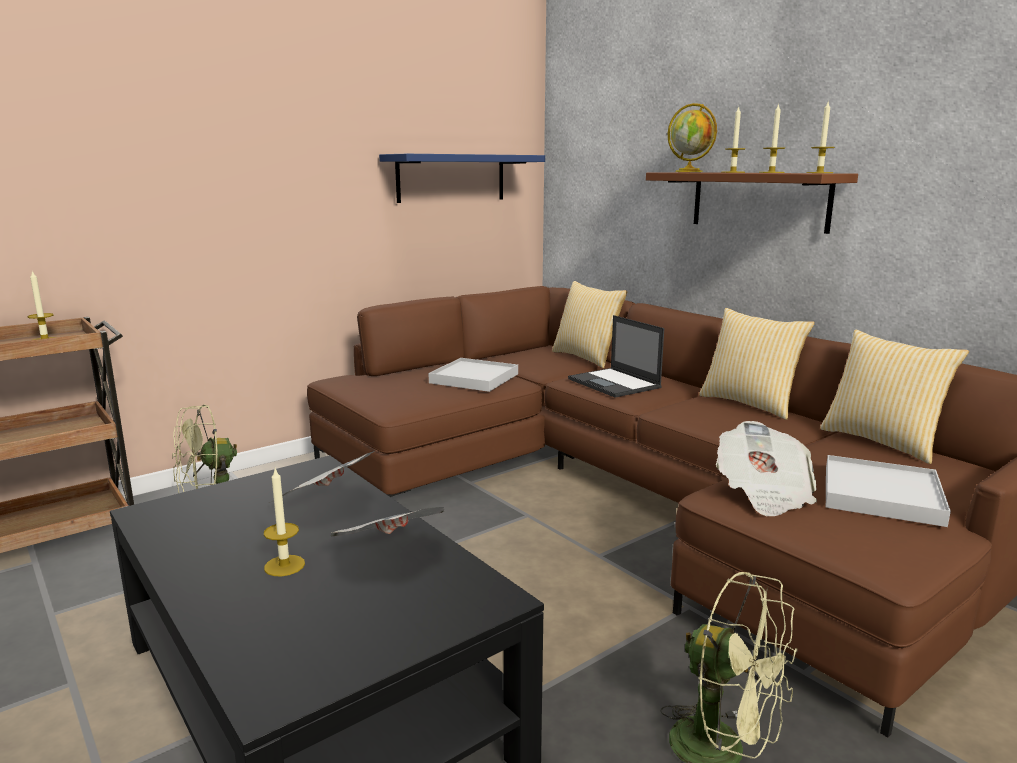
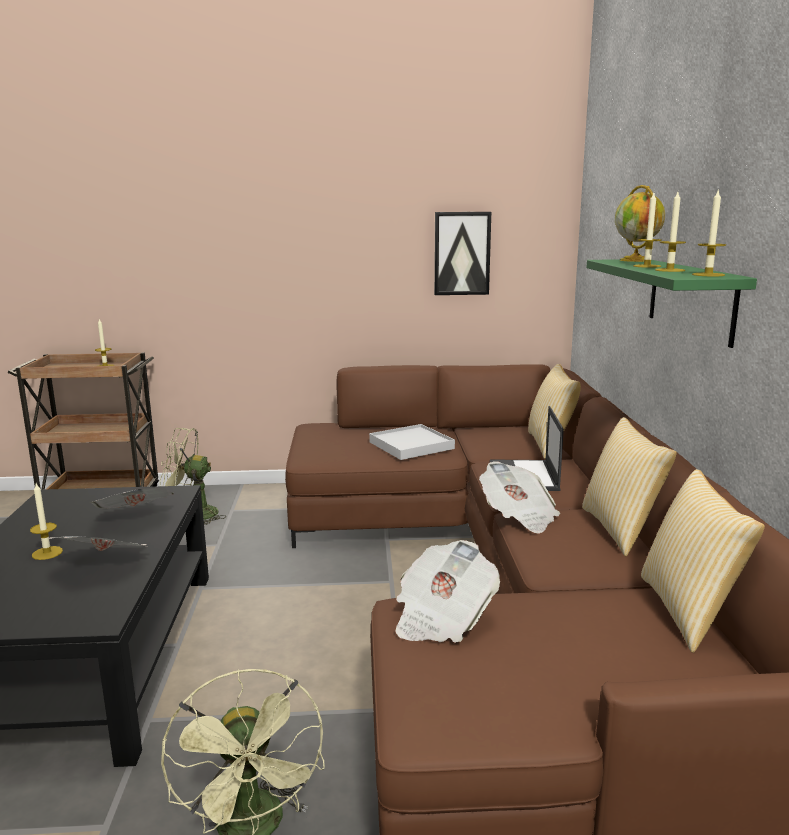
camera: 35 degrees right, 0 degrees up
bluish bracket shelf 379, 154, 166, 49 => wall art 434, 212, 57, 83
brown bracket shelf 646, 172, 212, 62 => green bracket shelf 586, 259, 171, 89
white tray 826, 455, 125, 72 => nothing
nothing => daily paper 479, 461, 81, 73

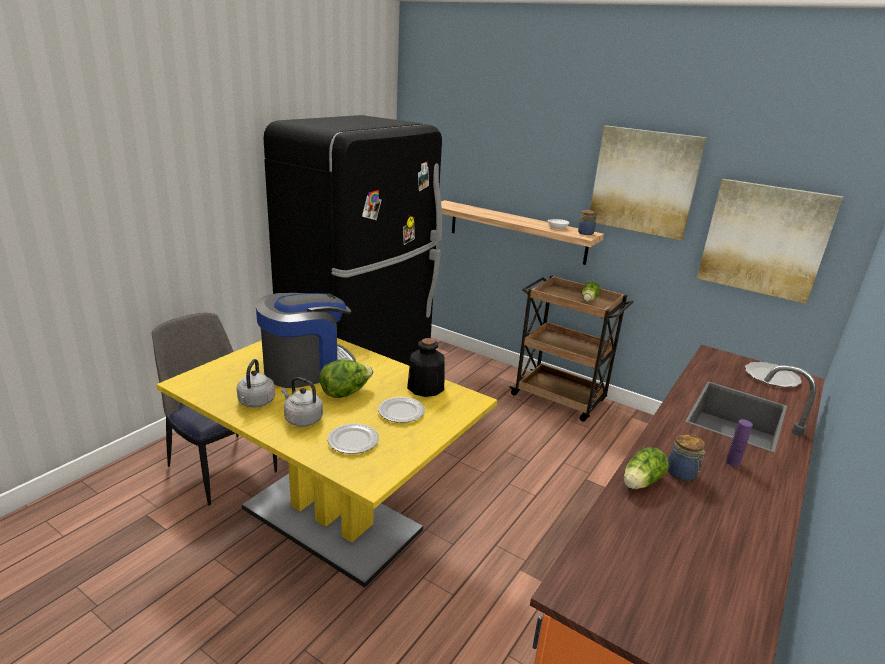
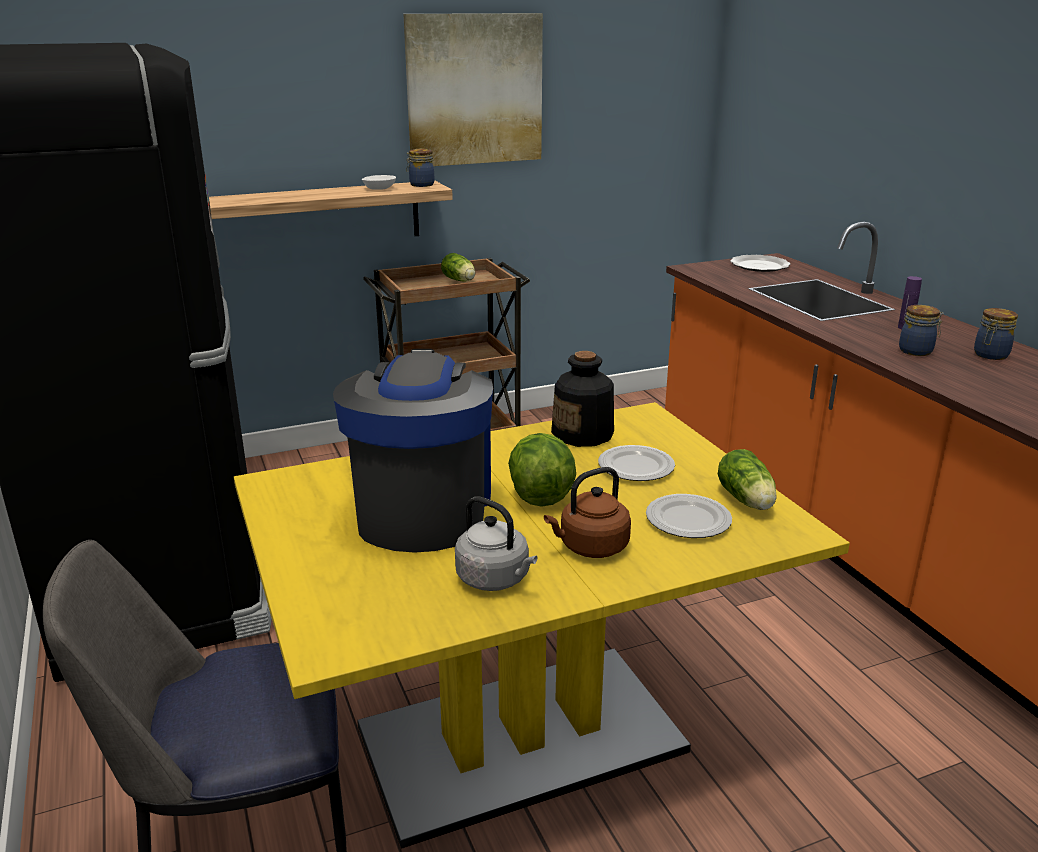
camera: 55 degrees left, 0 degrees up
gray tea kettle 281, 377, 42, 50 => brown tea kettle 544, 467, 87, 91
head of lettuce 624, 447, 45, 42 => head of lettuce 718, 449, 59, 61, moved
wall art 697, 179, 146, 125 => nothing
nothing => preserve jar 974, 308, 44, 52

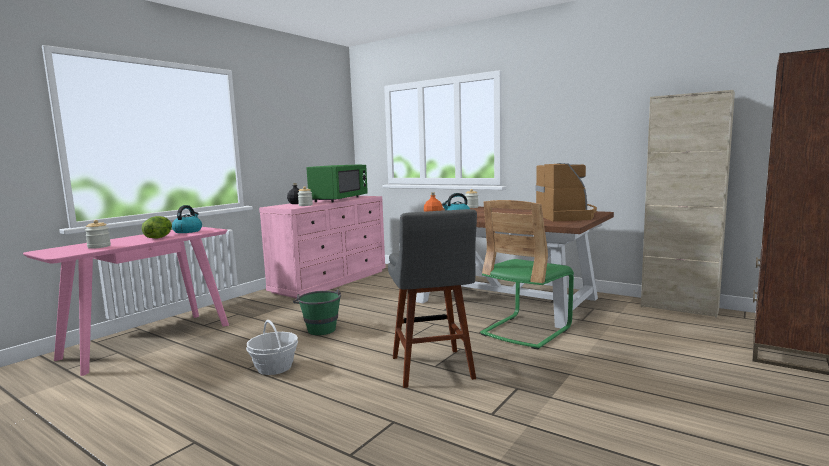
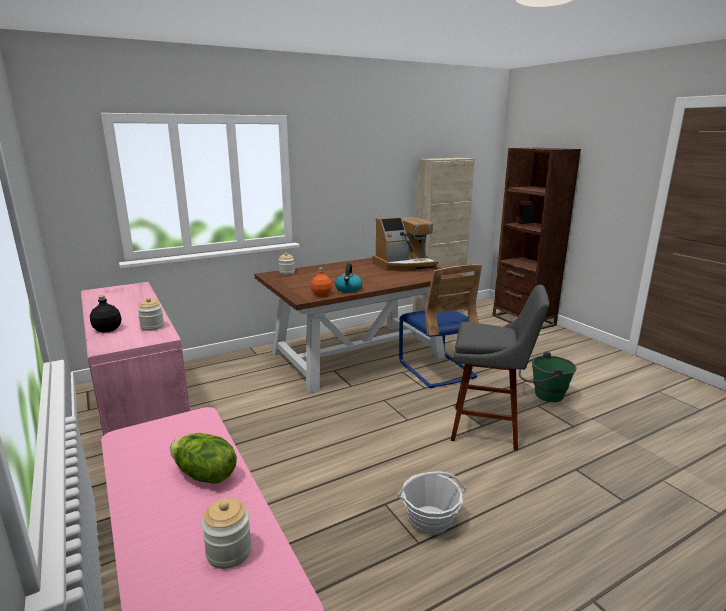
camera: 65 degrees left, 10 degrees up
tea kettle 172, 205, 30, 28 => nothing
green bucket 293, 288, 48, 47 => green bucket 518, 351, 59, 51, moved
green kitchen microwave 307, 164, 61, 38 => nothing
green chair 480, 200, 94, 150 => bluish chair 399, 265, 83, 123
coffee machine 535, 163, 62, 59 => coffee machine 373, 217, 66, 54, 135 degrees clockwise

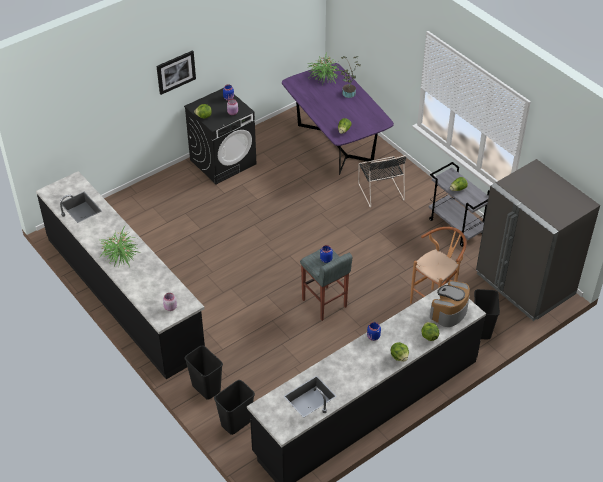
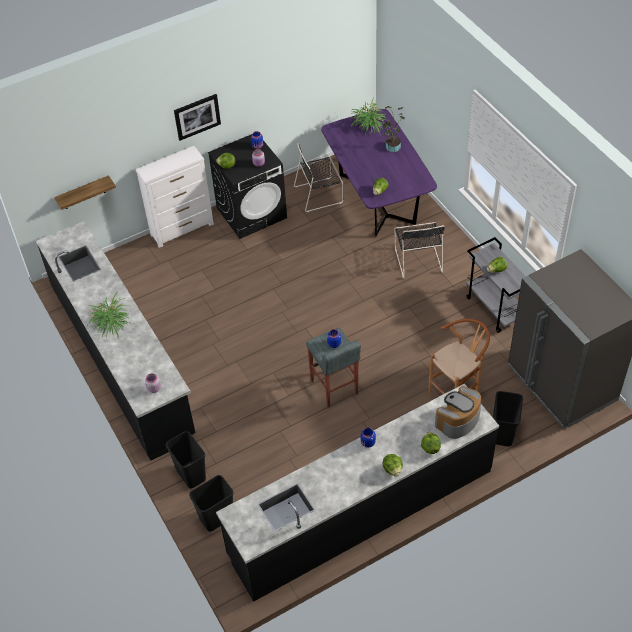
camera: 10 degrees right, 5 degrees up
nothing => bracket shelf 54, 175, 62, 35
nothing => white drawer chest 136, 146, 78, 102
nothing => black chair 294, 144, 49, 68

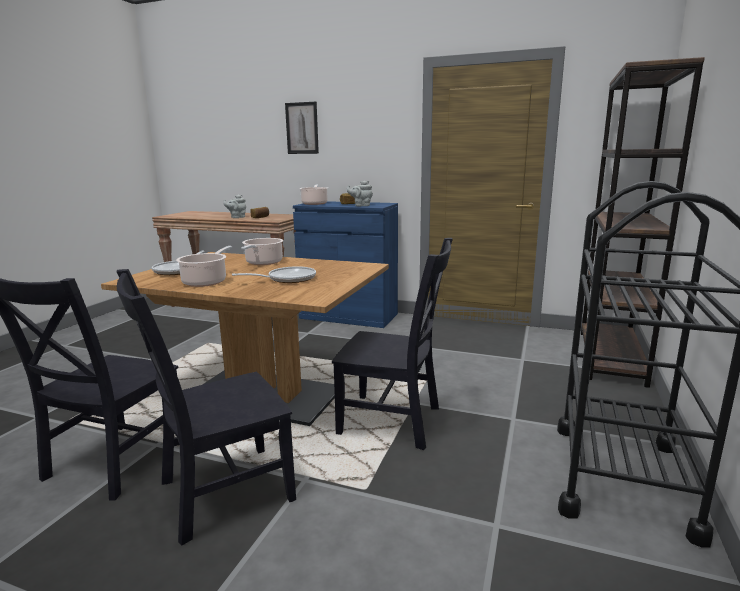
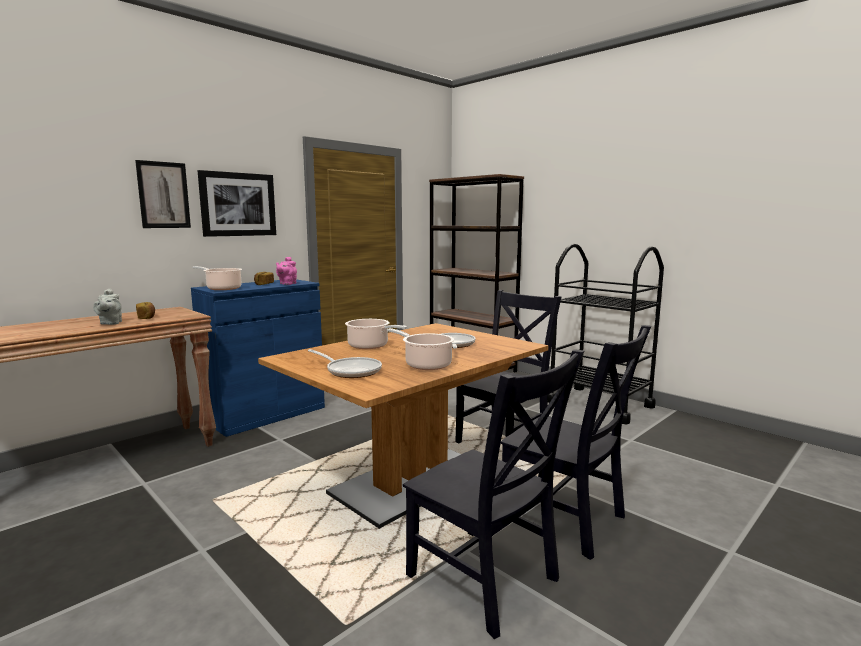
camera: 65 degrees left, 5 degrees down
black chair 116, 269, 180, 277 => black chair 500, 325, 151, 235, 45 degrees counterclockwise
gray pot for tea 346, 181, 27, 25 => pink pot for tea 276, 257, 21, 28
nothing => wall art 197, 170, 79, 67

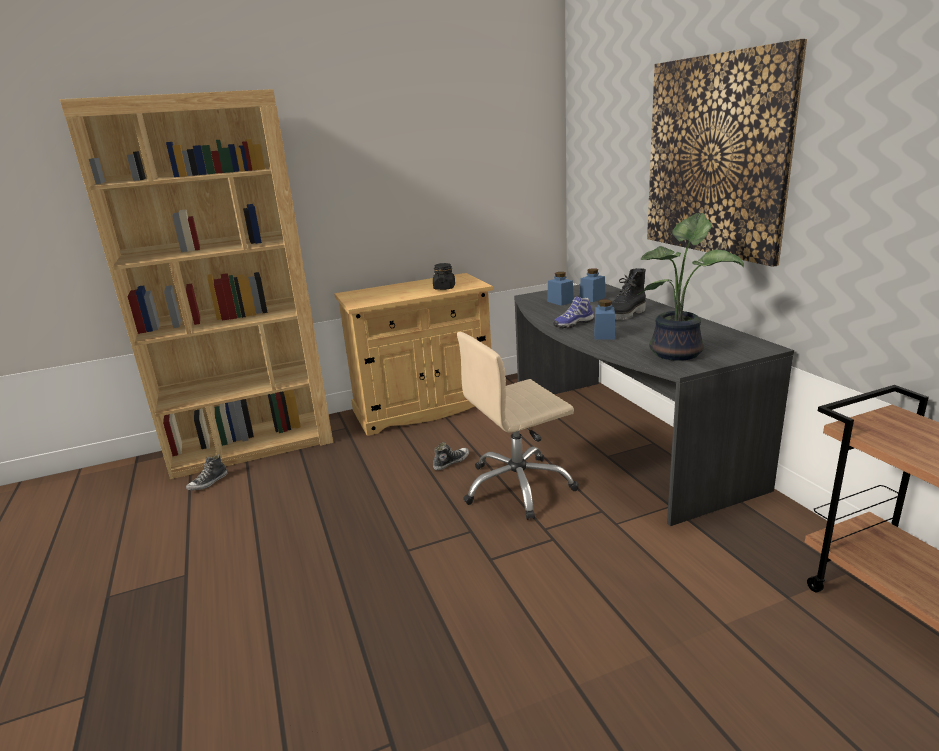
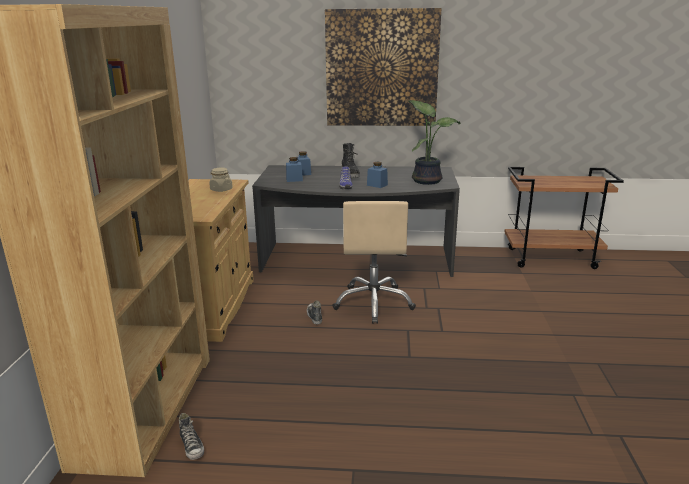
camera: 65 degrees left, 0 degrees up
black preserve jar 433, 263, 22, 27 => beige-coloured preserve jar 209, 168, 24, 24

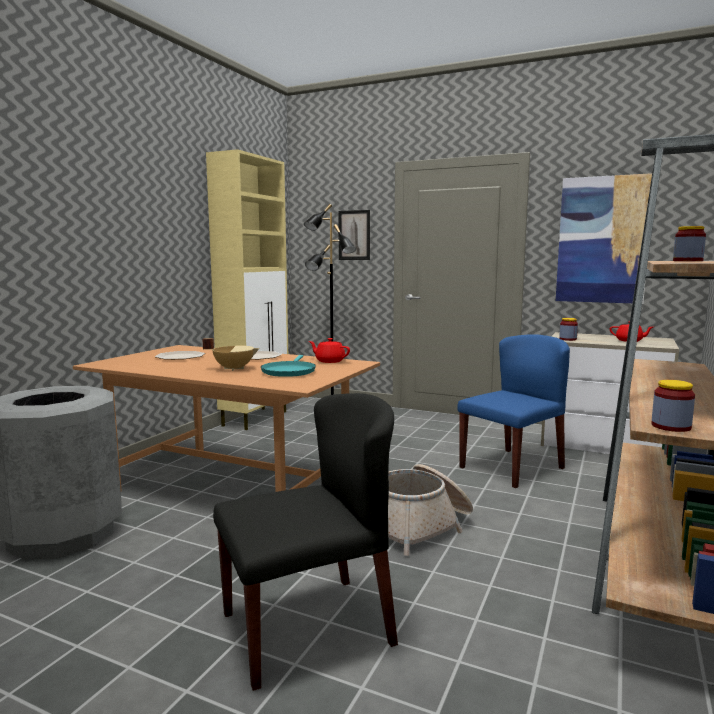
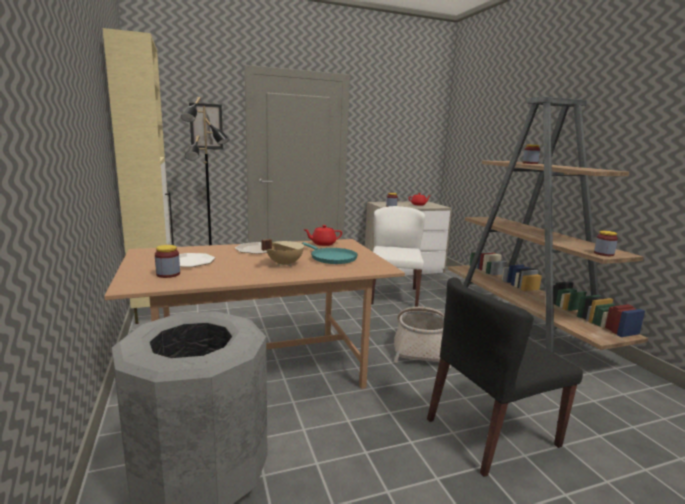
camera: 45 degrees left, 5 degrees up
black chair 213, 393, 185, 298 => black chair 427, 277, 156, 200, 135 degrees counterclockwise
bluish chair 457, 334, 113, 154 => white chair 371, 206, 54, 101
wall art 556, 173, 96, 131 => nothing
nothing => preserve jar 155, 245, 25, 33

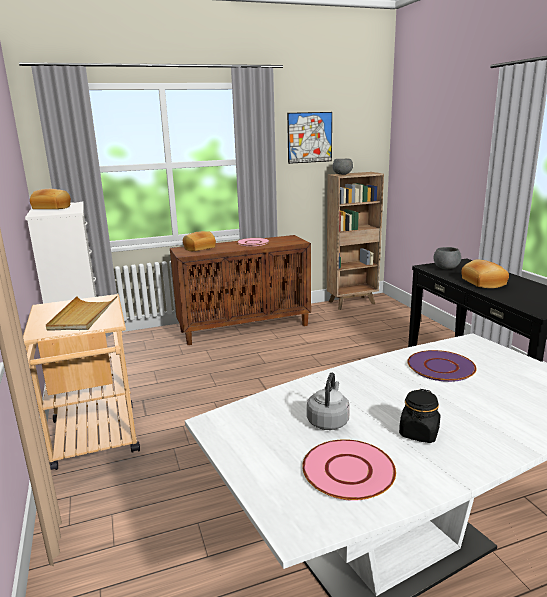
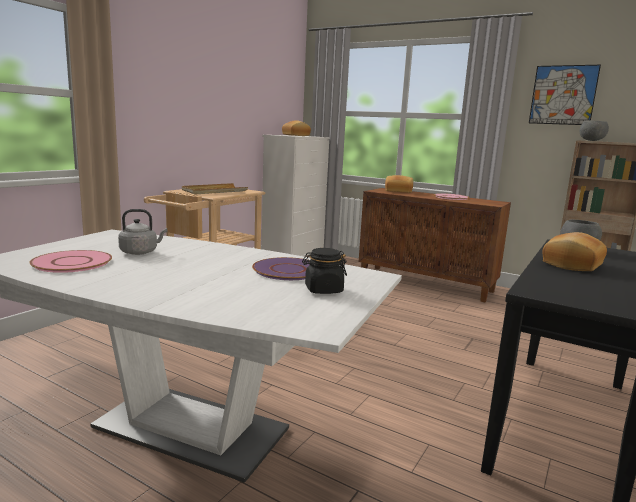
camera: 50 degrees right, 5 degrees down
black preserve jar 399, 389, 41, 54 => black preserve jar 302, 248, 45, 46, moved

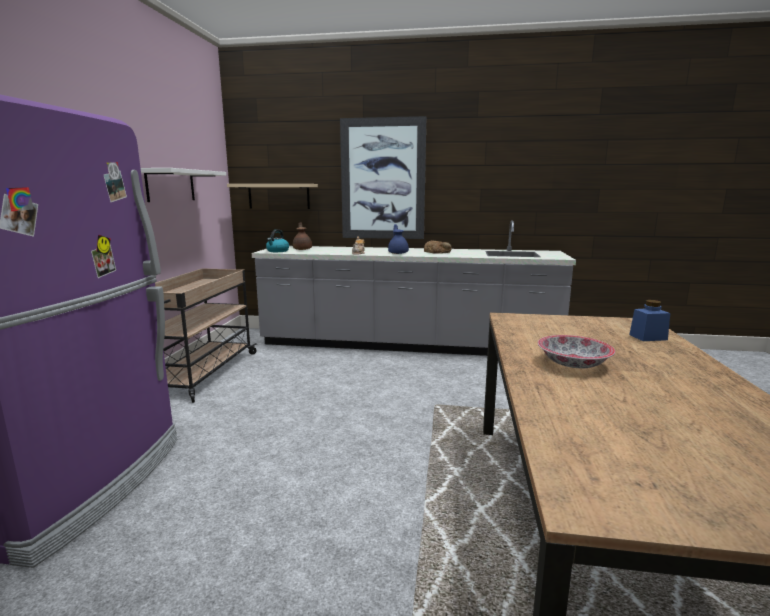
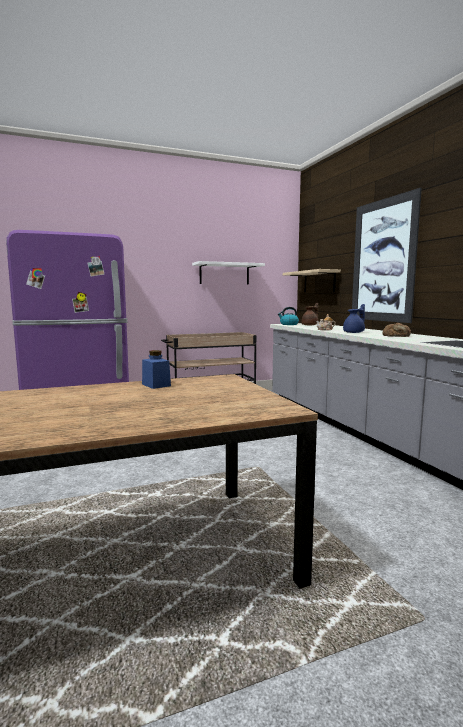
camera: 60 degrees right, 5 degrees down
deep dish 538, 335, 77, 33 => nothing
bluish preserve jar 629, 300, 41, 41 => bluish preserve jar 142, 350, 29, 39, moved

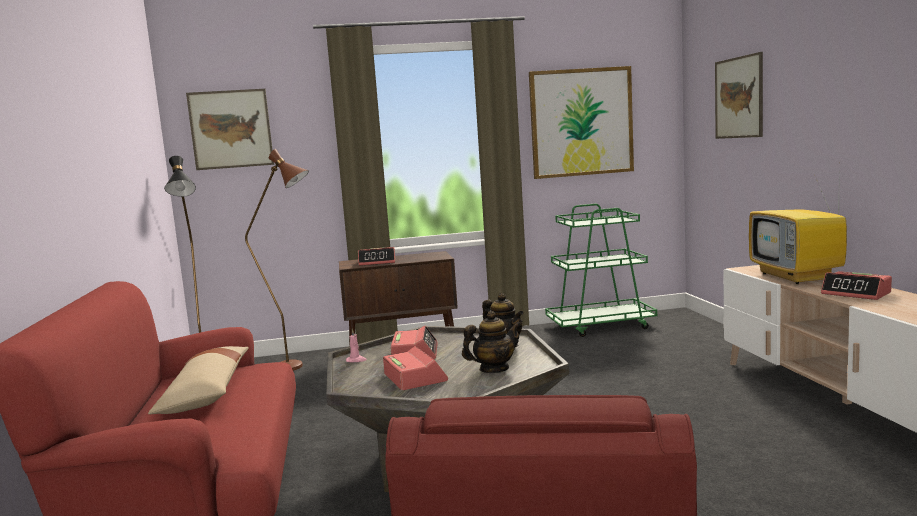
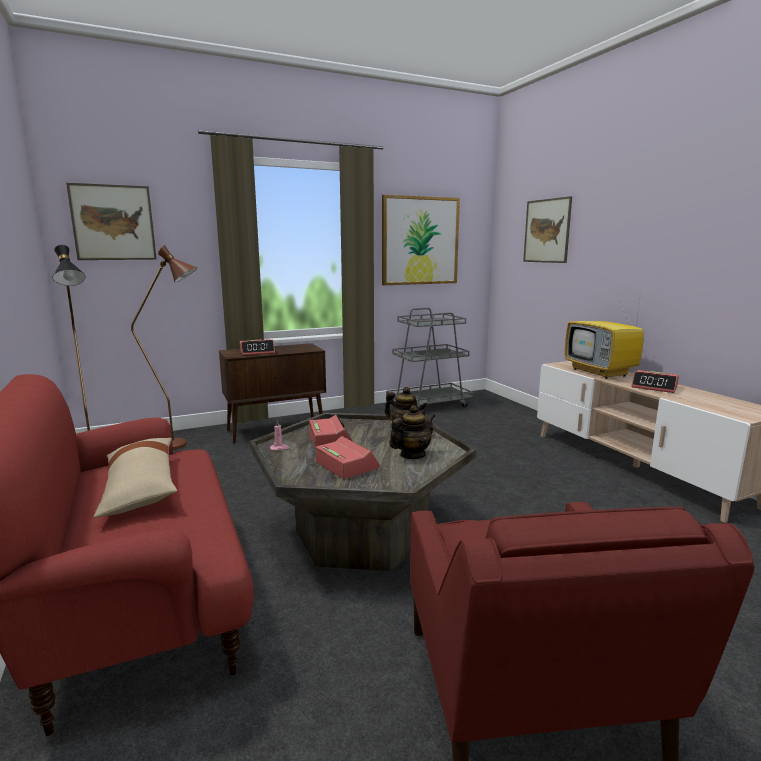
camera: 15 degrees left, 5 degrees up
green trolley 545, 204, 112, 133 => gray trolley 386, 308, 87, 100

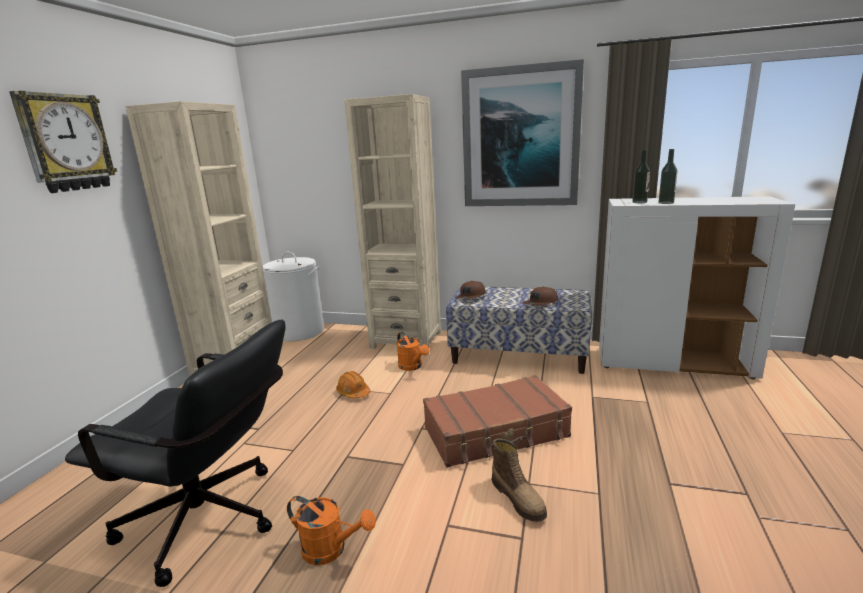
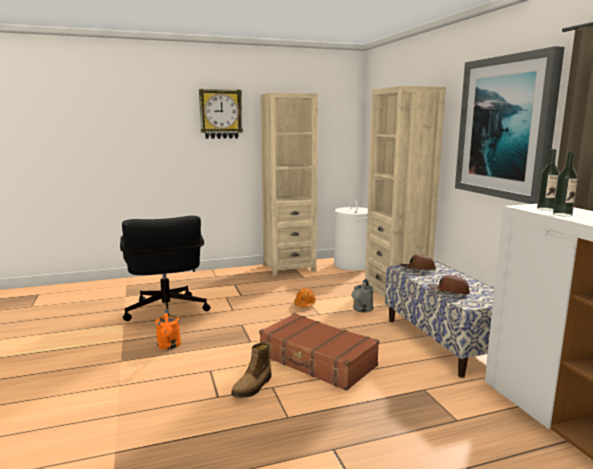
camera: 55 degrees right, 5 degrees down
orange sprinkling can 397, 332, 33, 39 => gray sprinkling can 351, 279, 22, 33

